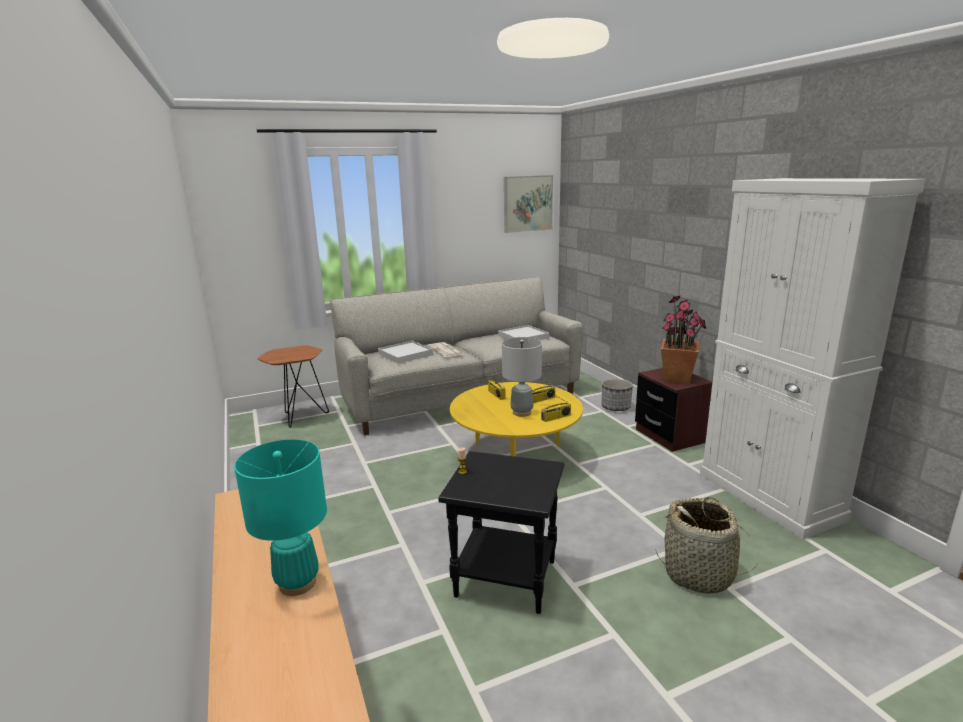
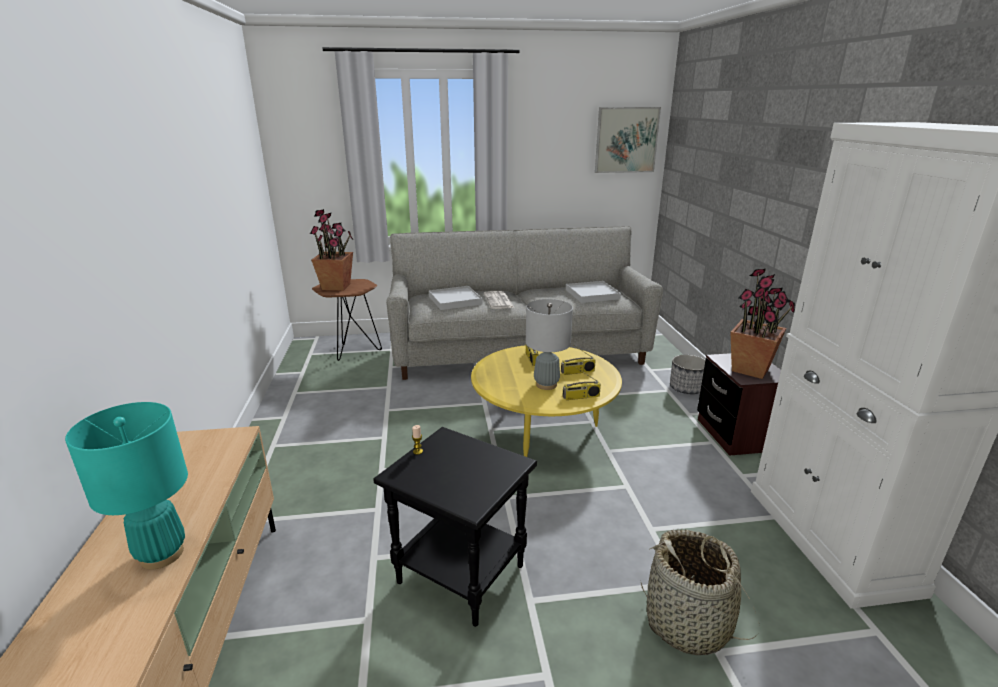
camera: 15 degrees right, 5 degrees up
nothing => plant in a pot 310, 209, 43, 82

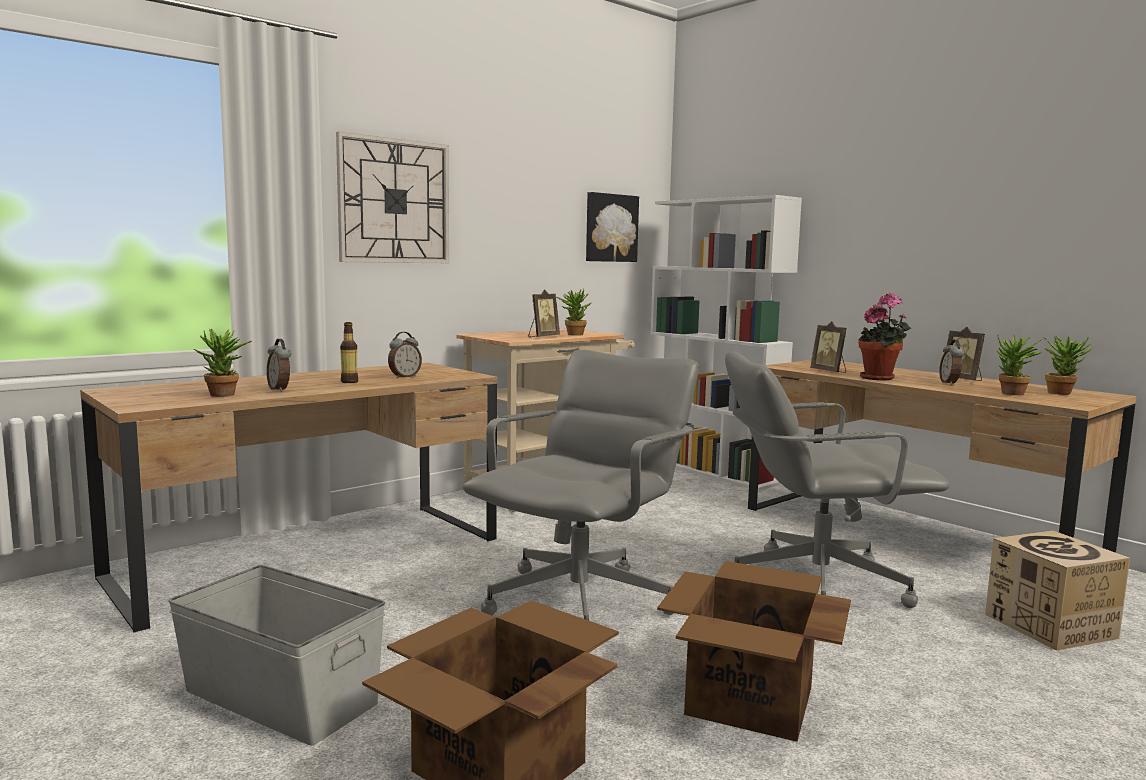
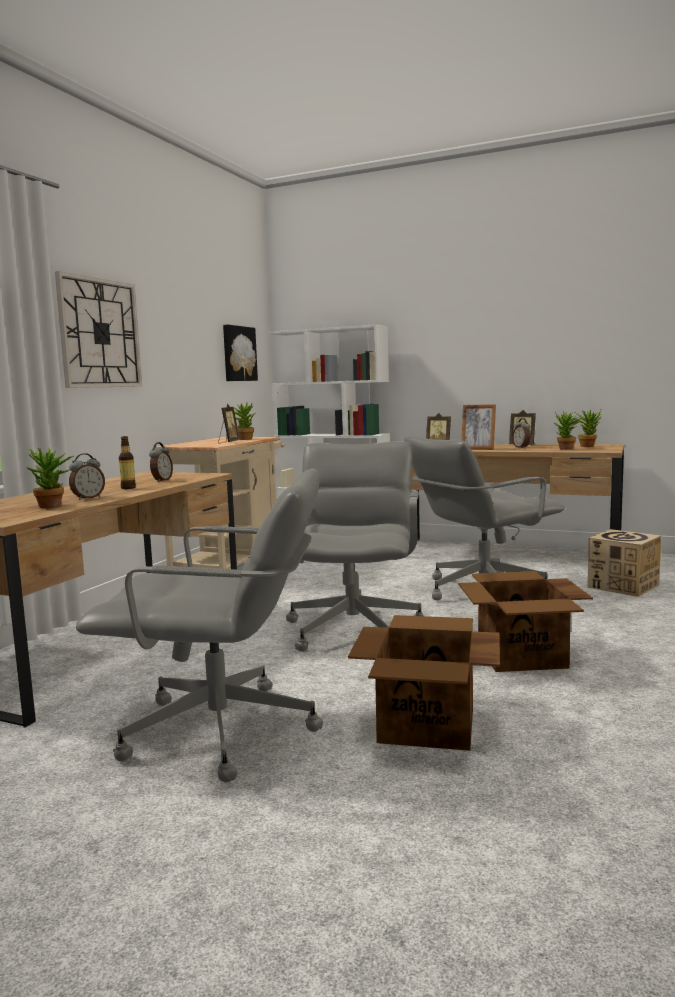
camera: 25 degrees left, 0 degrees up
gray storage bin 168, 565, 217, 181 => gray computer chair 76, 469, 247, 313
table clock 267, 339, 24, 53 => table clock 69, 453, 36, 47, 75 degrees counterclockwise
plant in a pot 859, 293, 52, 87 => picture frame 461, 404, 35, 46

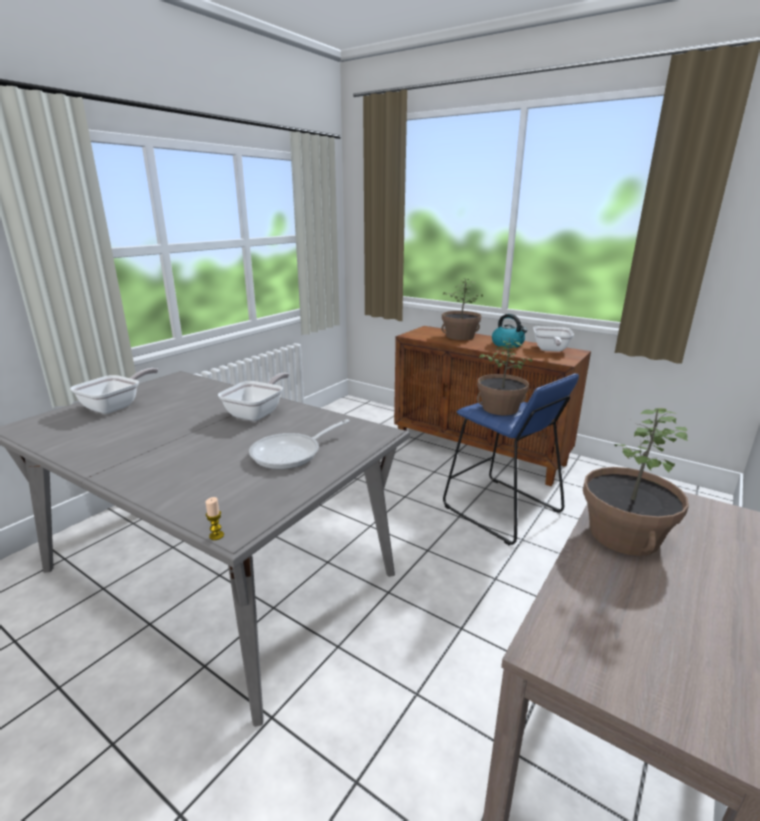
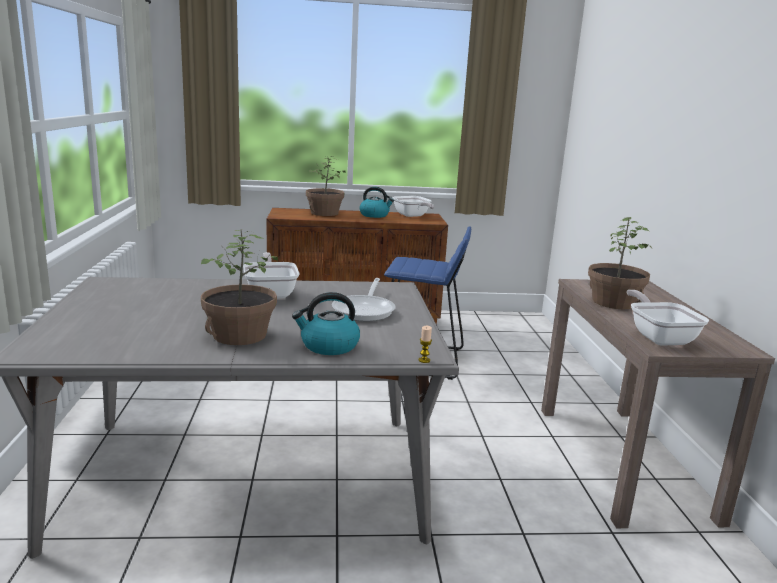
camera: 40 degrees left, 5 degrees down
pan 70, 368, 88, 46 => pan 627, 290, 82, 56, moved
plant in a pot 476, 337, 56, 78 => plant in a pot 201, 230, 77, 115, moved
nothing => tea kettle 292, 292, 68, 63

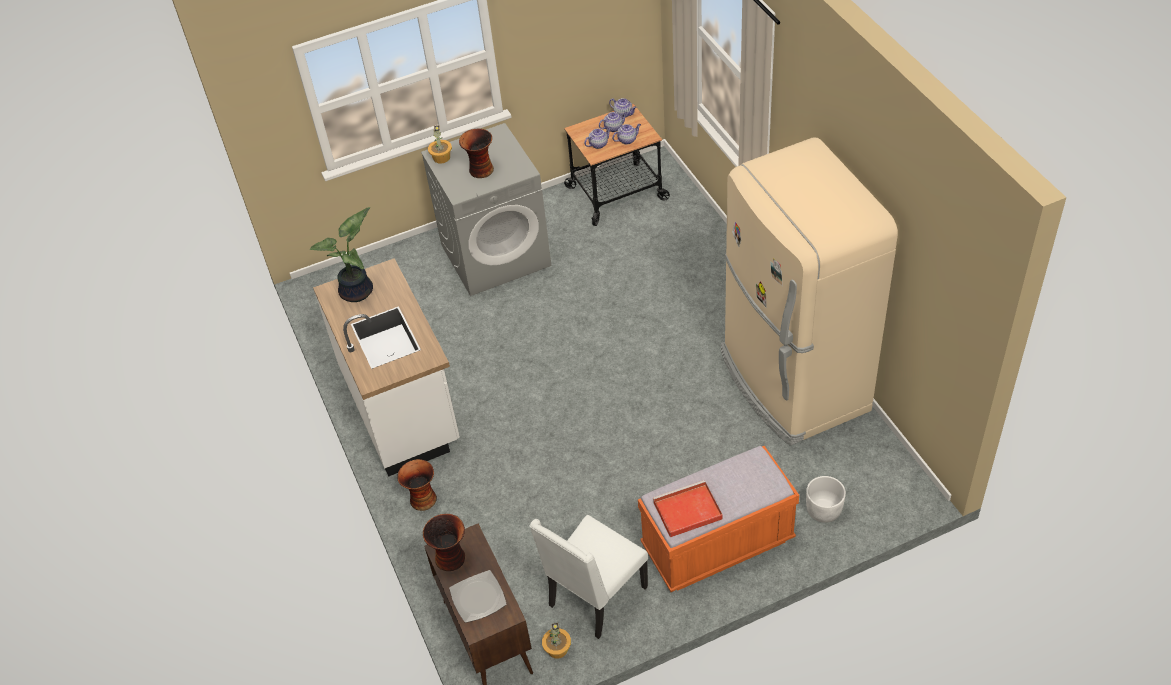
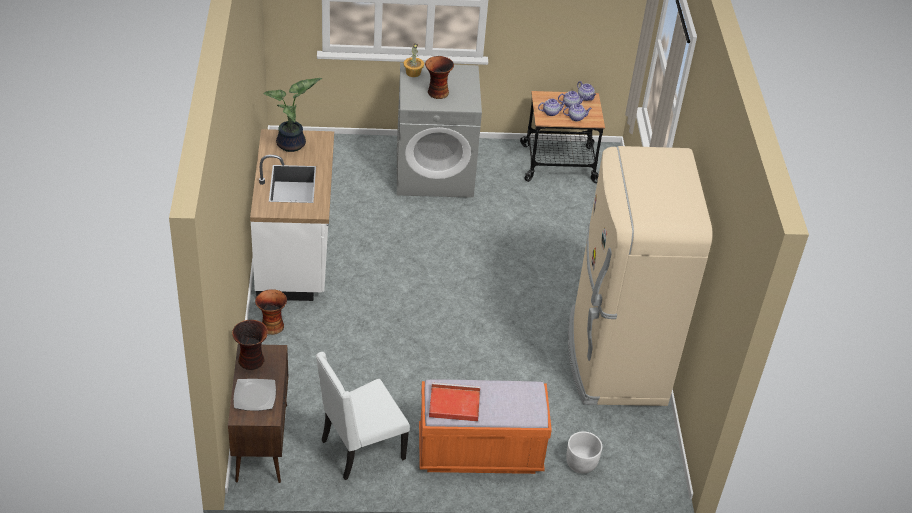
camera: 15 degrees right, 5 degrees down
plant in a pot 542, 623, 29, 36 => nothing

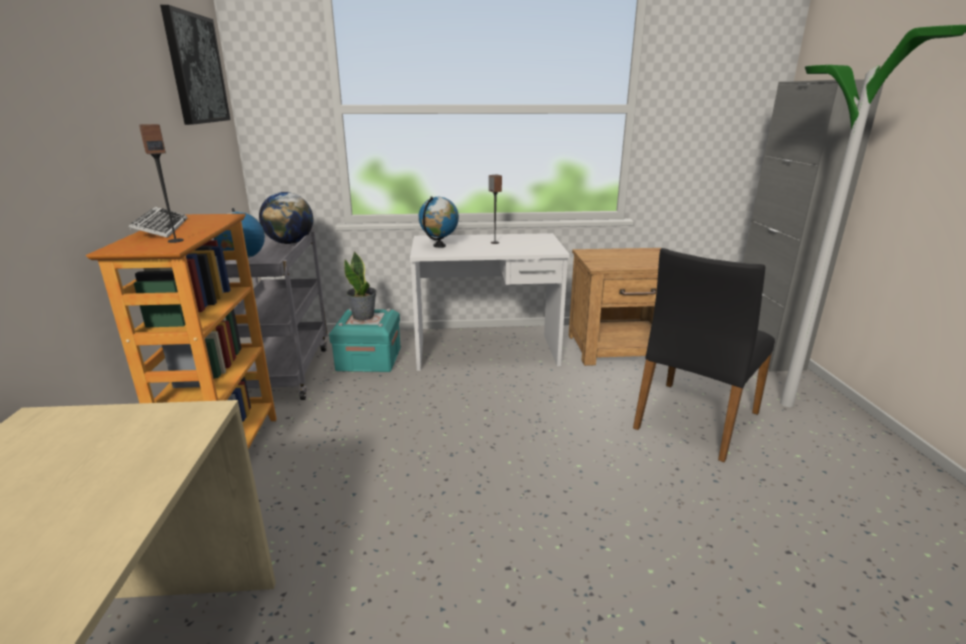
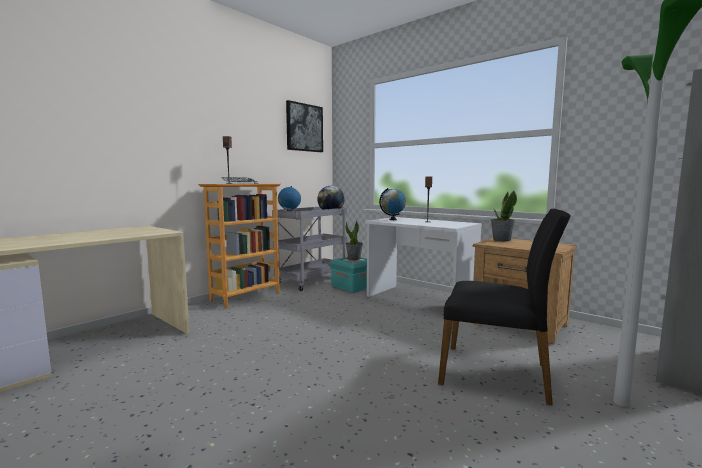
camera: 45 degrees right, 15 degrees down
black chair 633, 248, 142, 214 => black chair 438, 209, 133, 197, 150 degrees counterclockwise
nothing => plant in a pot 491, 190, 26, 51

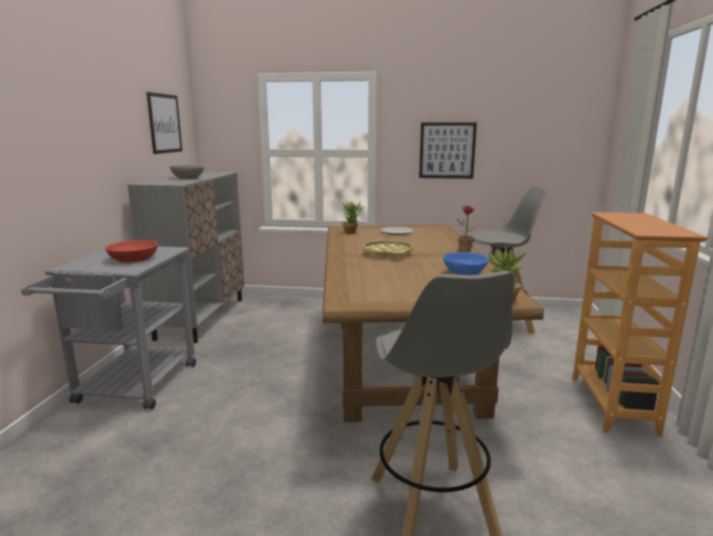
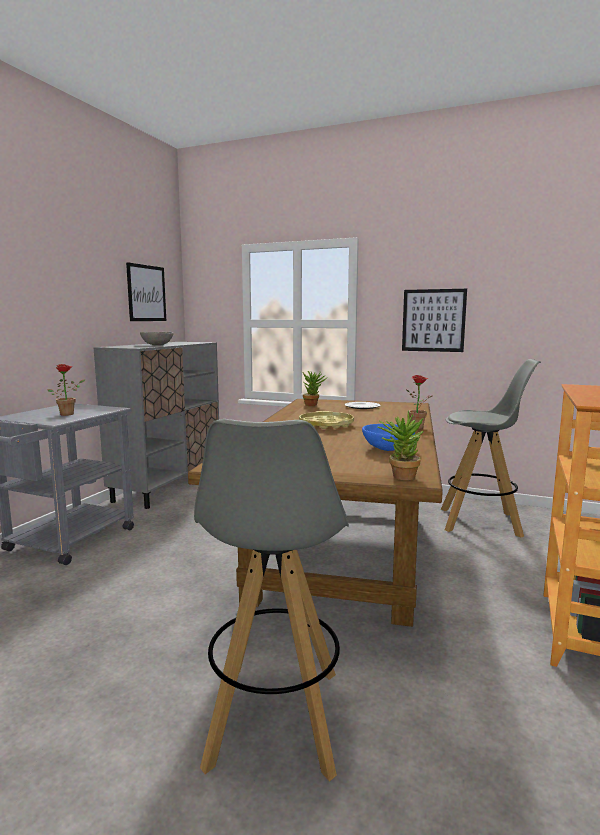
camera: 15 degrees right, 5 degrees down
red deep dish 105, 240, 53, 23 => plant in a pot 47, 364, 39, 52

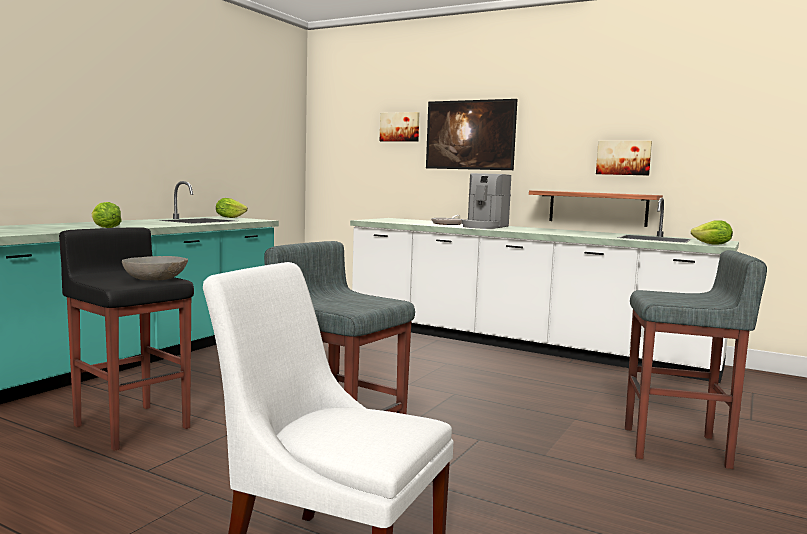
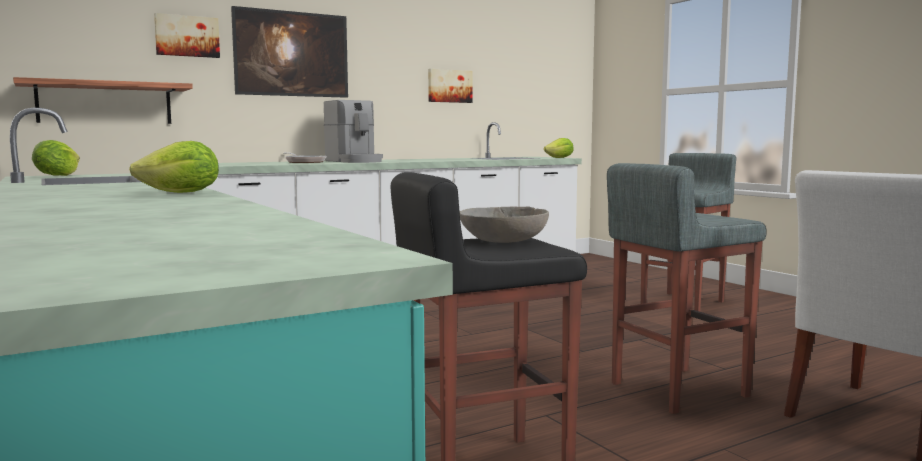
camera: 60 degrees left, 0 degrees up
bracket shelf 529, 191, 134, 36 => bracket shelf 13, 77, 180, 47, moved

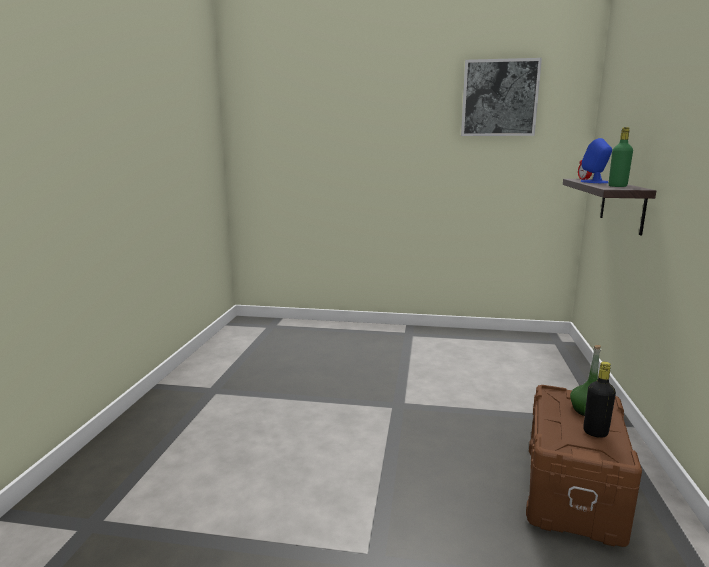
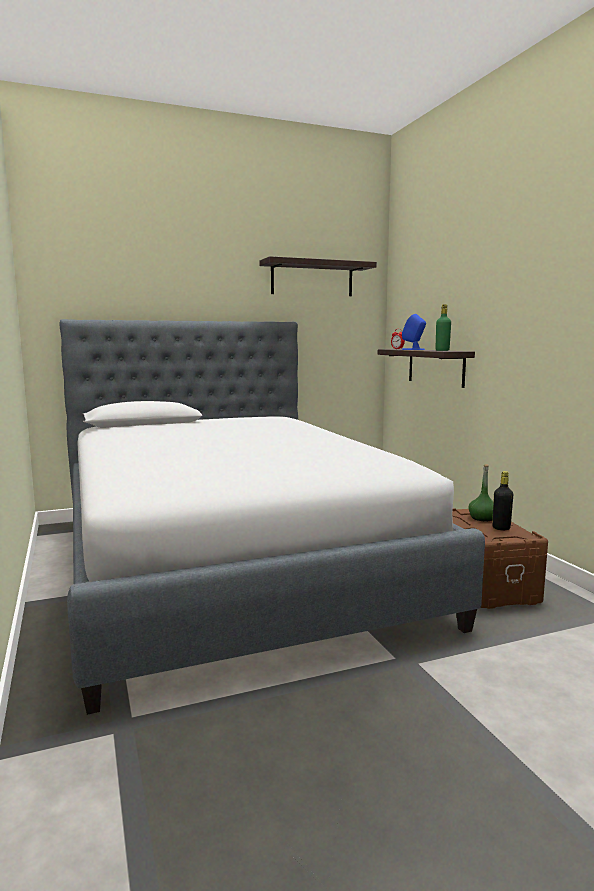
camera: 30 degrees left, 5 degrees down
wall art 461, 58, 81, 78 => bracket shelf 259, 256, 118, 40
nothing => bed 59, 319, 426, 396

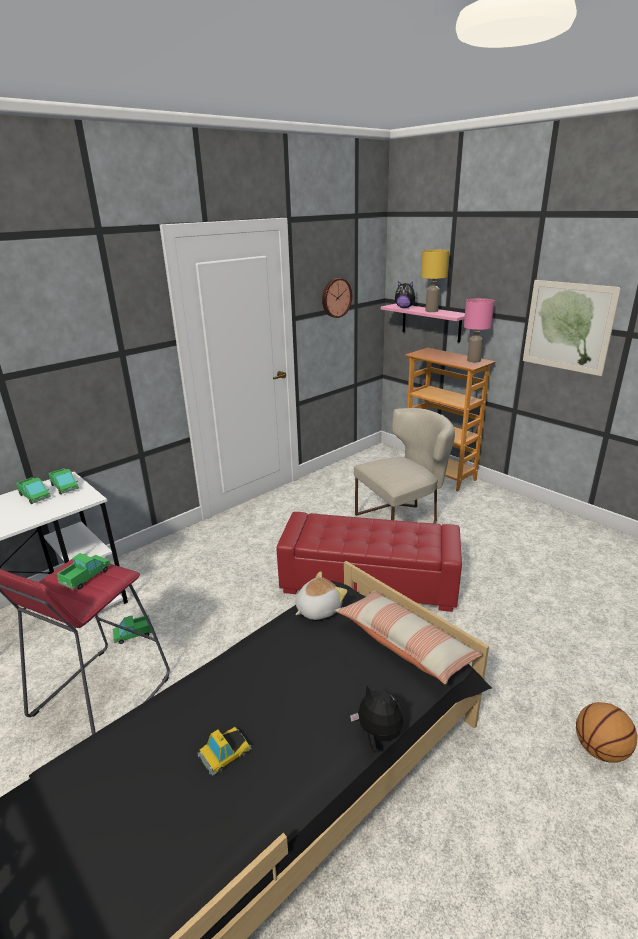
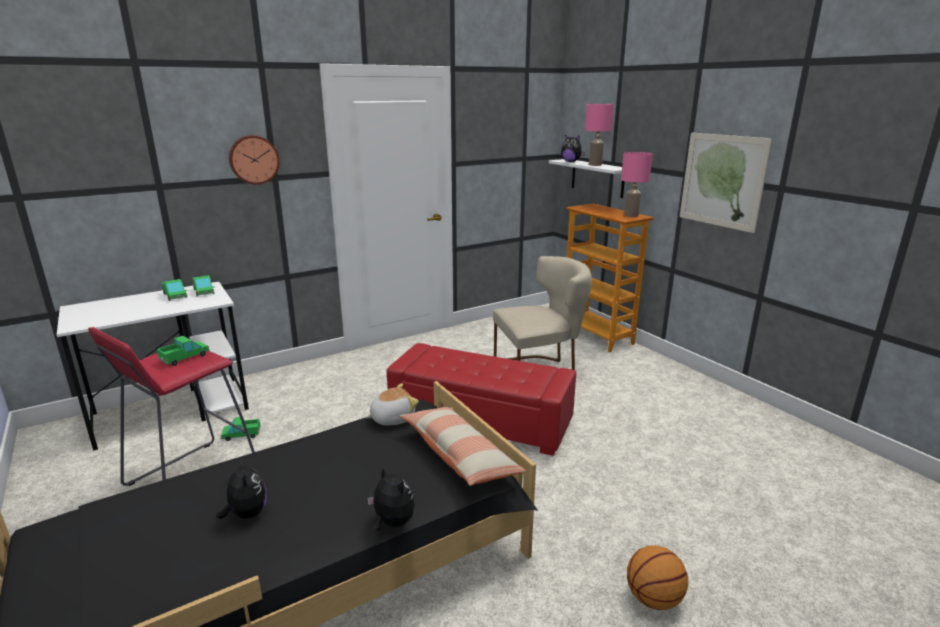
camera: 10 degrees right, 5 degrees down
model car 198, 727, 54, 49 => plush toy 216, 458, 51, 61
wall clock 322, 278, 30, 40 => wall clock 229, 135, 51, 50, moved
pink bracket shelf 381, 304, 84, 39 => white bracket shelf 549, 159, 76, 39
yellow tabletop lamp 421, 250, 28, 62 => pink tabletop lamp 585, 104, 29, 62

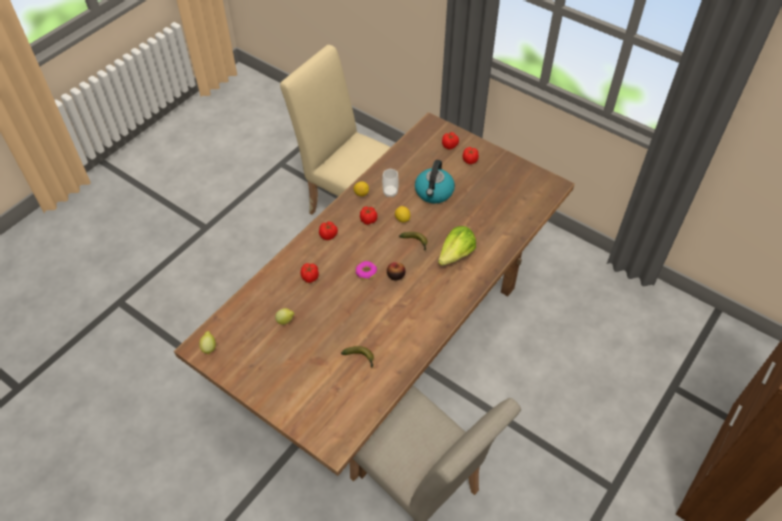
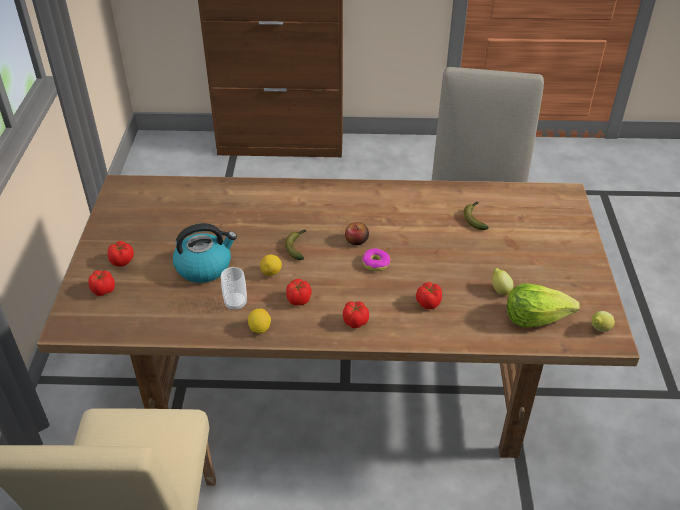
camera: 125 degrees left, 10 degrees down
head of lettuce 438, 226, 38, 40 => head of lettuce 507, 283, 73, 44, moved

